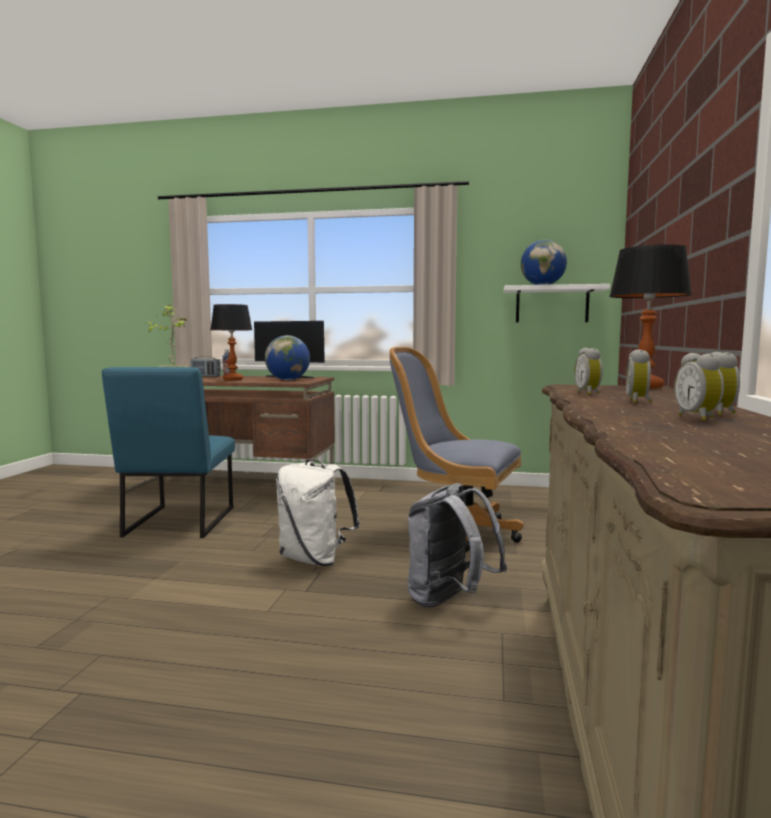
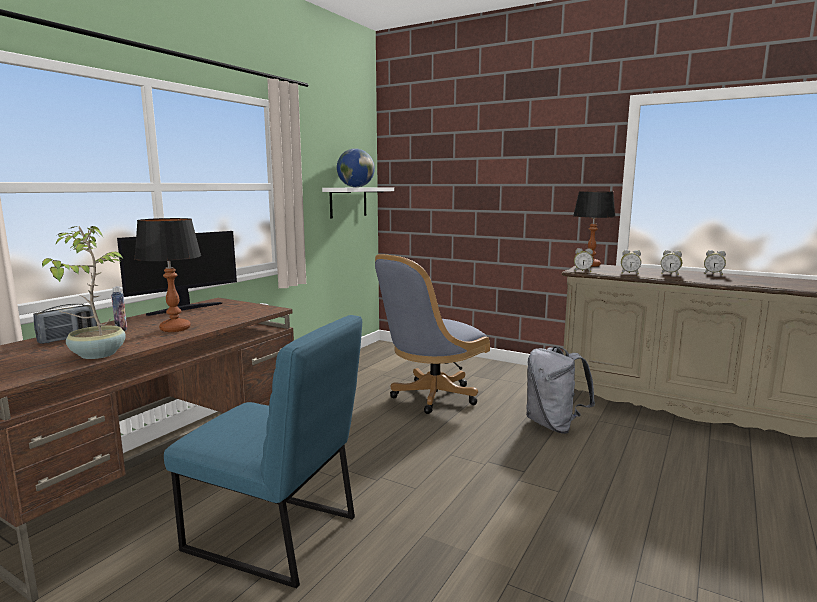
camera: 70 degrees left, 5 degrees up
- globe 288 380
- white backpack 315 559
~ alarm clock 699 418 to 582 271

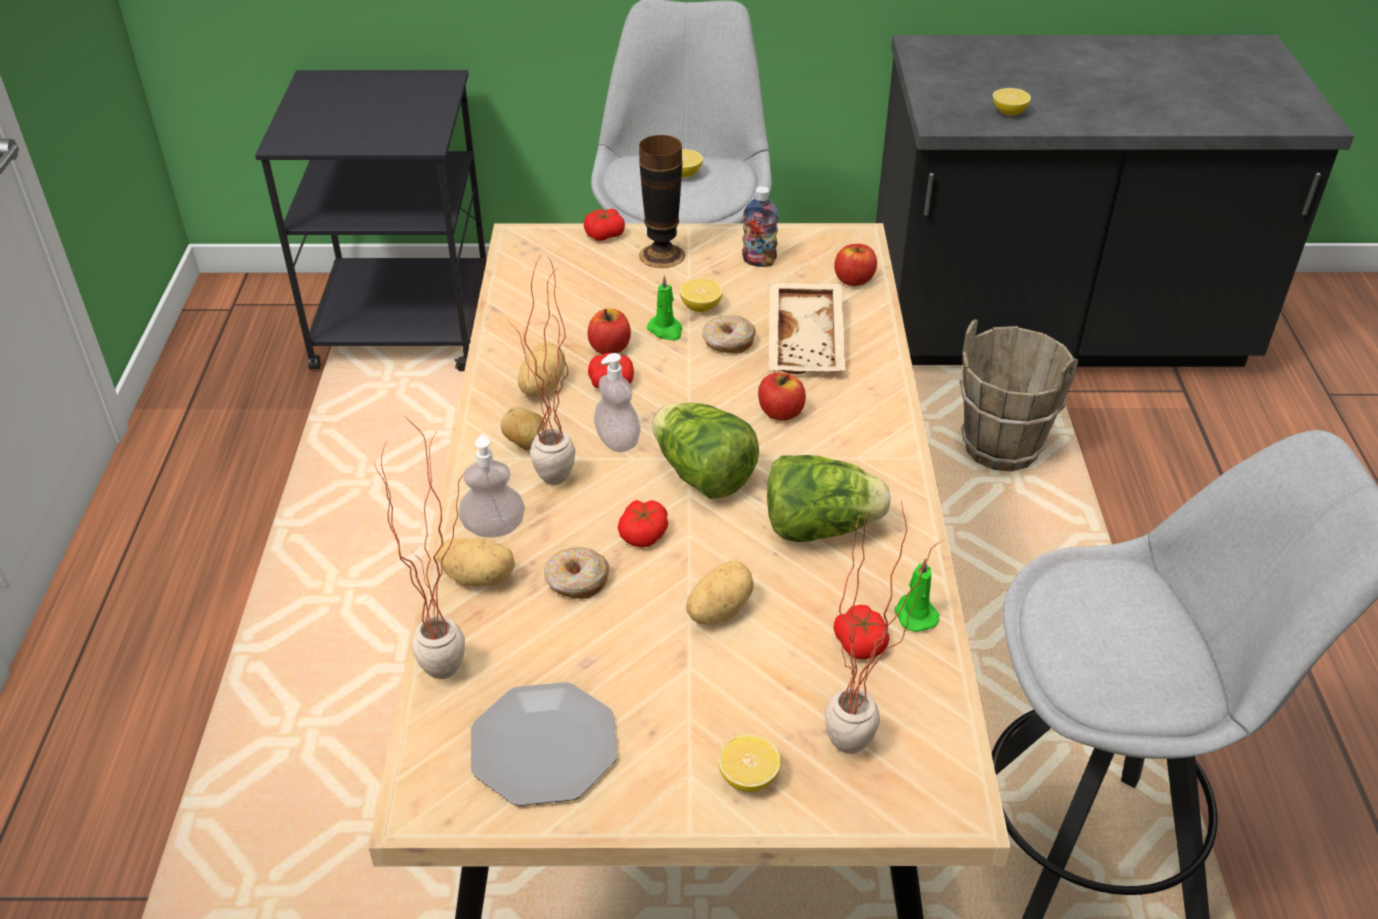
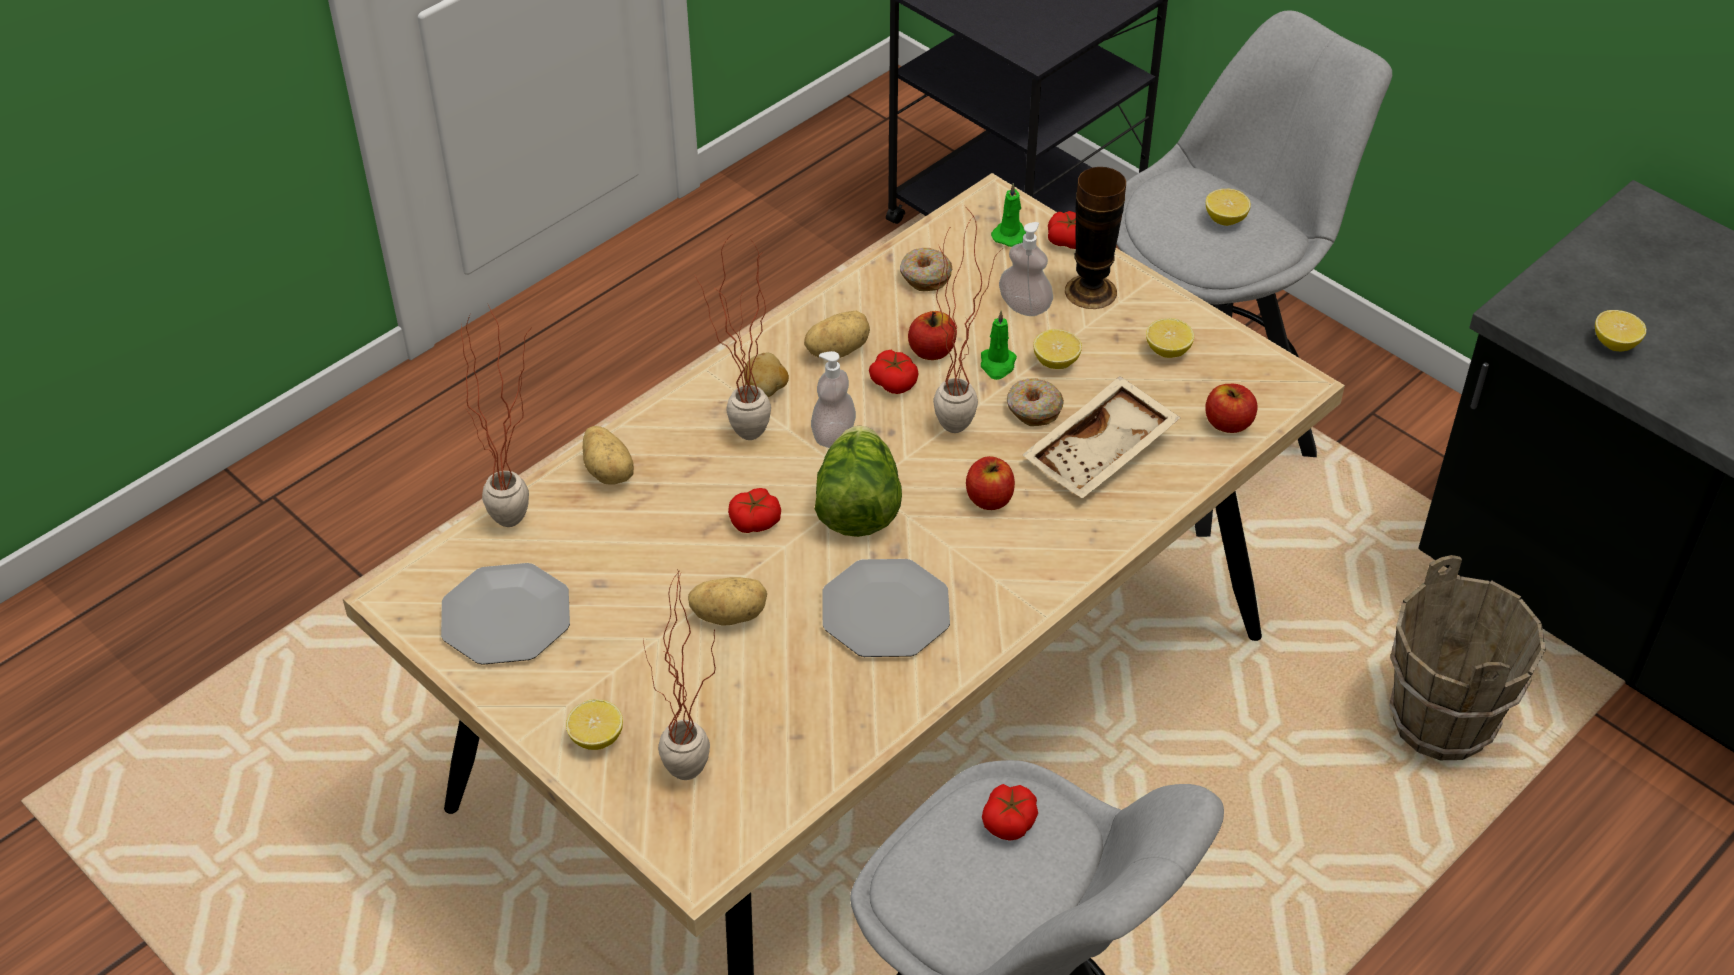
camera: 45 degrees right, 5 degrees up
~ soap dispenser 494 528 to 1024 306
~ donut 576 581 to 925 276
~ bottle 759 261 to lemon 1167 351
~ lettuce 819 527 to plate 885 610
~ tomato 860 642 to 1009 821
~ green candle 914 614 to 1010 234
+ potted plant 962 419

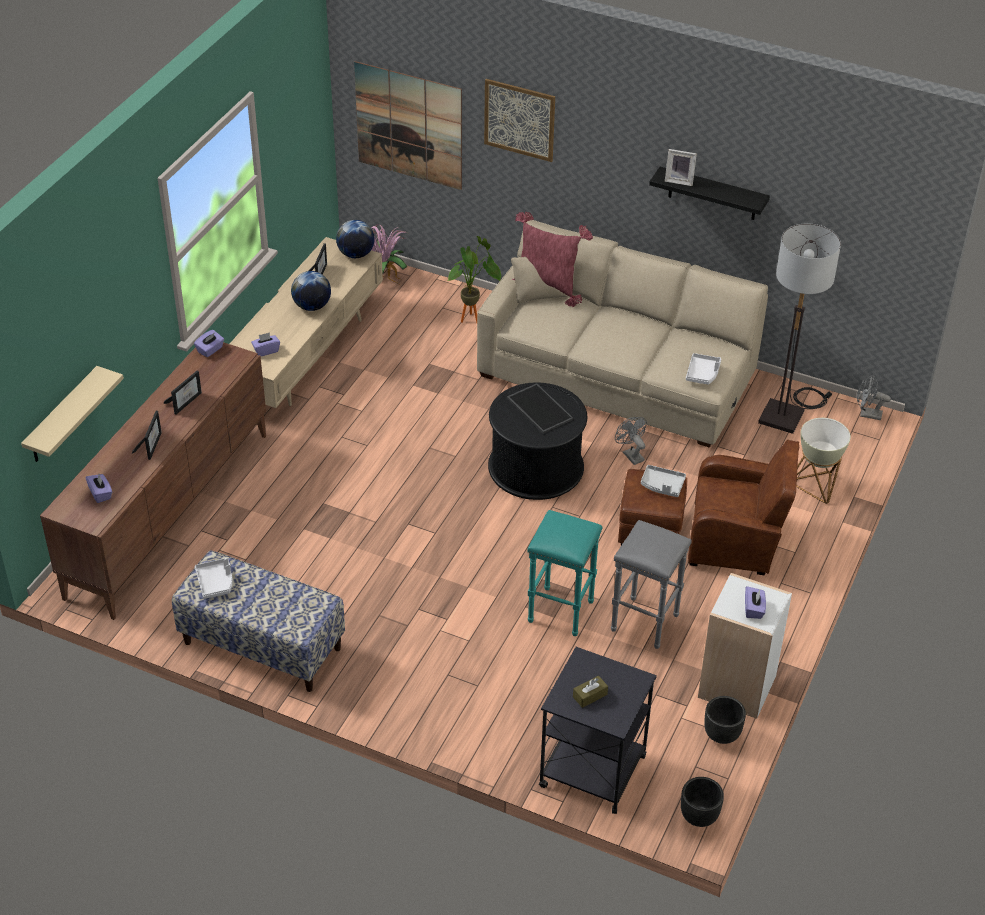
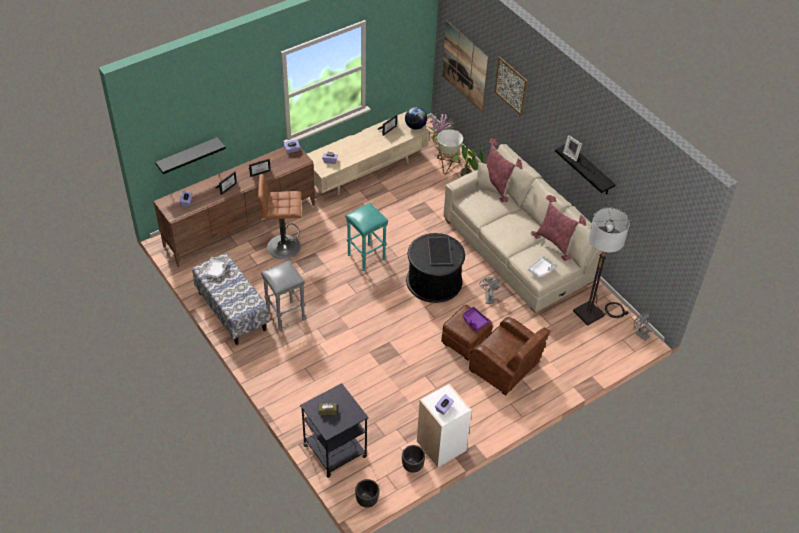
camera: 30 degrees right, 5 degrees up
~ beige shelf 62 416 to black shelf 187 156
- globe 312 306
~ turquoise stool 560 610 to 366 256
~ grey stool 643 622 to 284 315
~ grey tray 662 485 to purple tray 474 321
~ planter 815 485 to 448 165
+ brown stool 283 246
+ red pillow 555 245

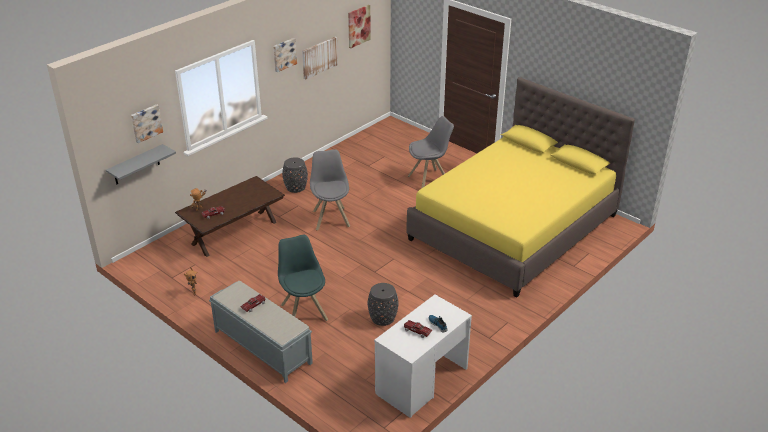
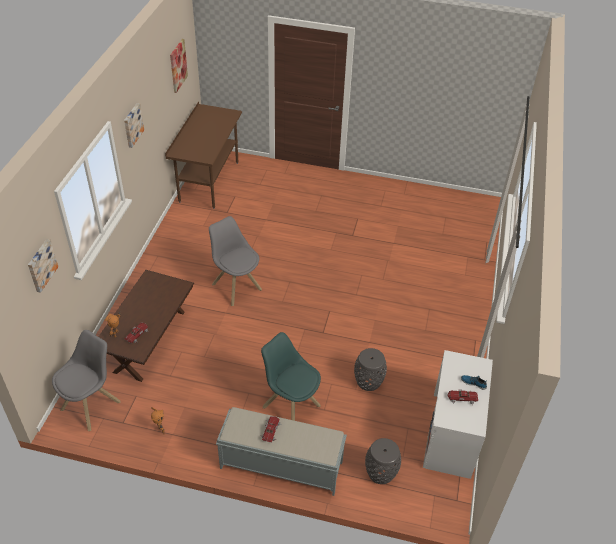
camera: 30 degrees left, 10 degrees up
- grey shelf 136 165
~ grey stool 296 187 to 380 472
- picture 319 57
- yellow bed 514 227
~ grey chair 429 180 to 91 406
+ brown desk 209 182

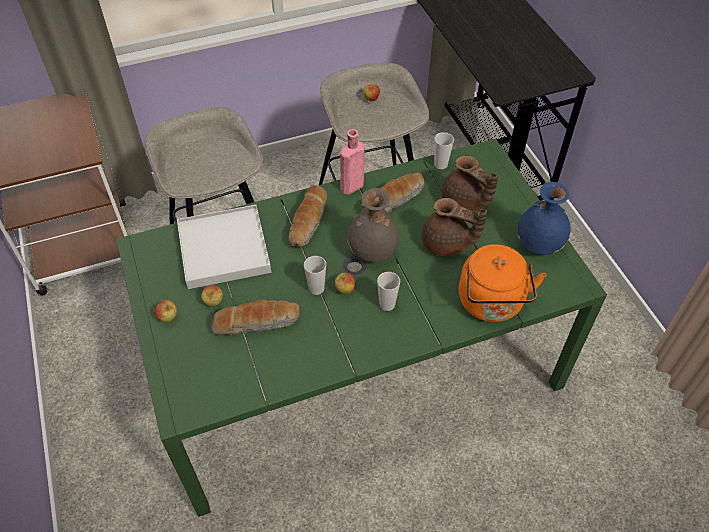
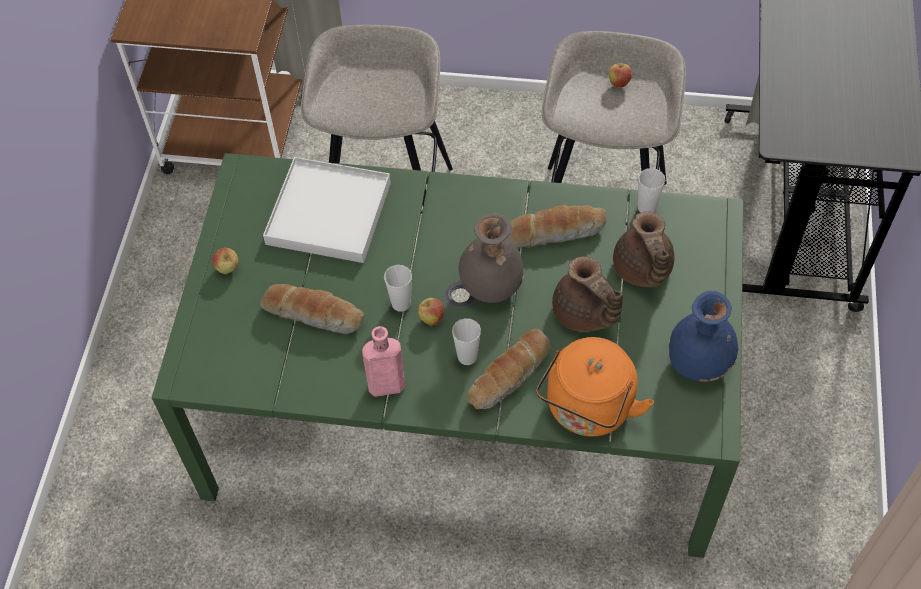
camera: 30 degrees right, 5 degrees up
- apple 213 302
~ bread 309 222 to 510 377
~ pink bottle 350 187 to 383 386

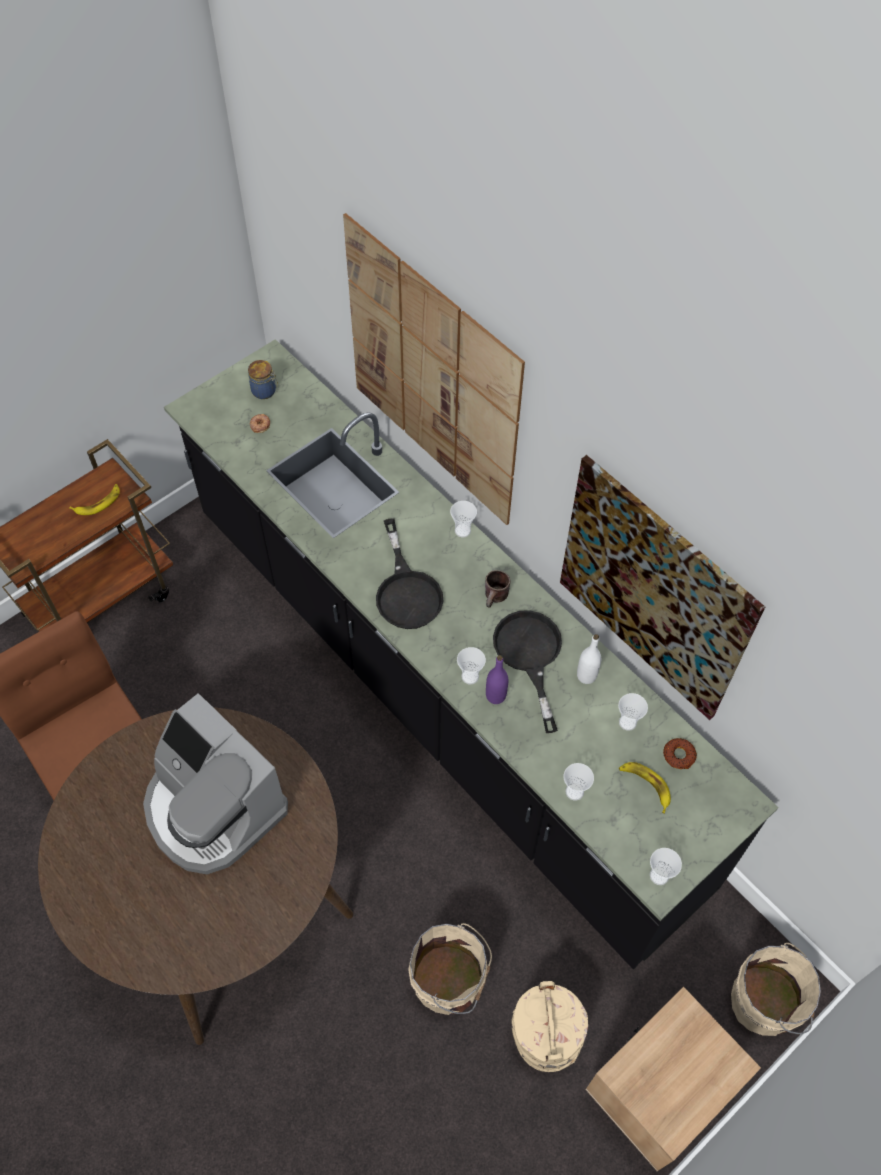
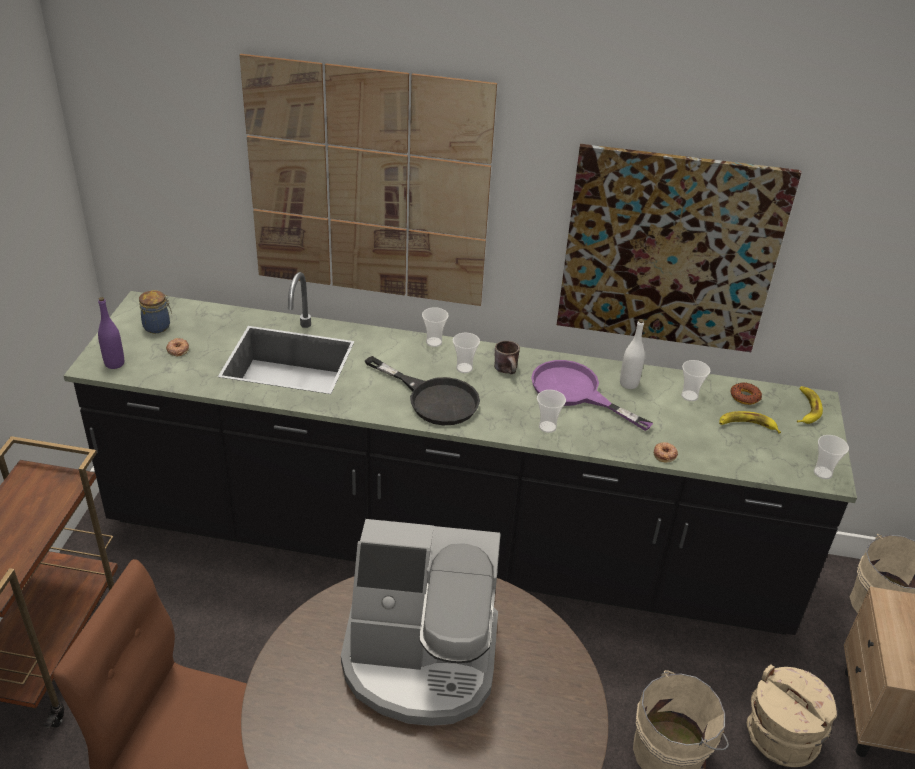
camera: 40 degrees left, 20 degrees down
~ banana 98 502 to 806 408
~ purple bottle 495 696 to 114 363
~ black frying pan 529 656 to purple frying pan 575 392
~ cup 574 791 to 464 368
+ donut 665 454

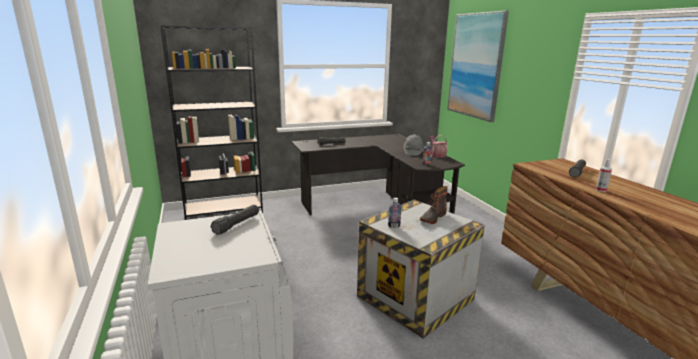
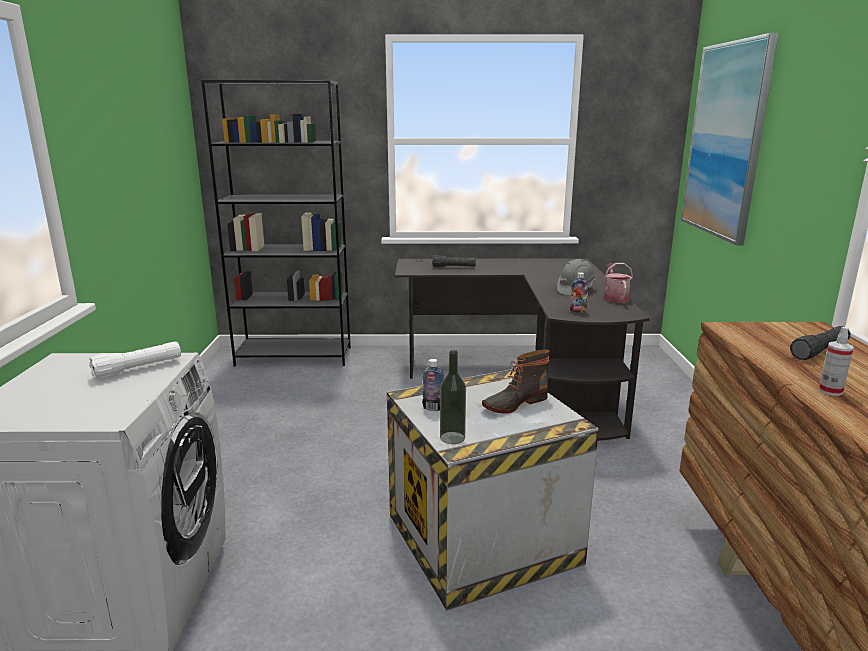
camera: 20 degrees right, 0 degrees up
~ beige bookcase 224 211 to black bookcase 295 356
~ black flashlight 237 225 to white flashlight 138 368
+ bottle 452 438

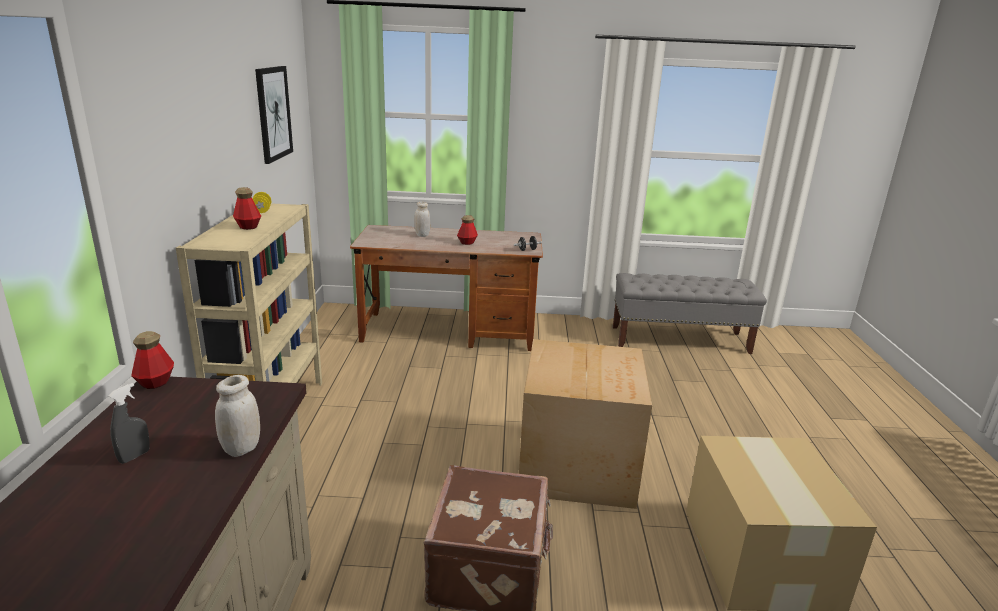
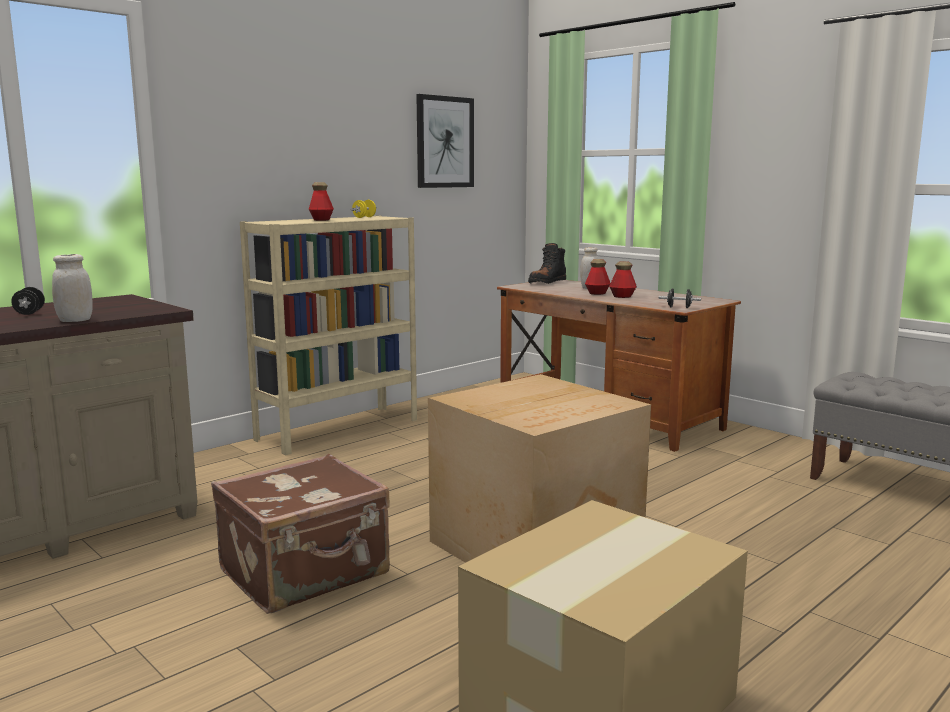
camera: 45 degrees right, 10 degrees down
~ grey spray bottle 134 456 to black dumbbell 29 313
~ bottle 155 382 to 597 293
+ black boot 547 282

